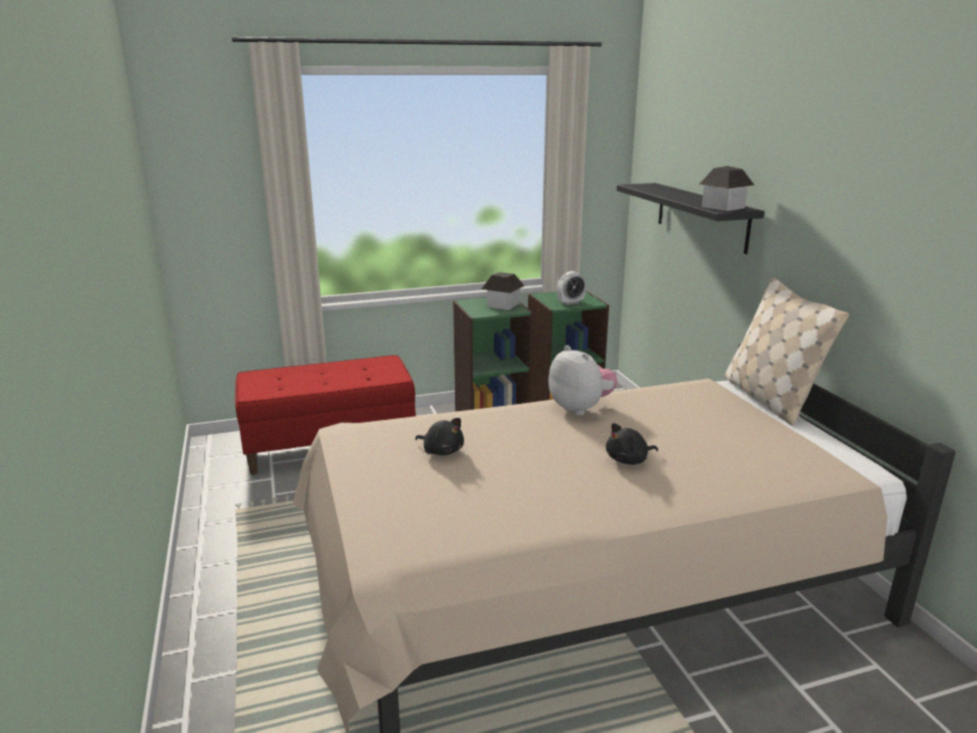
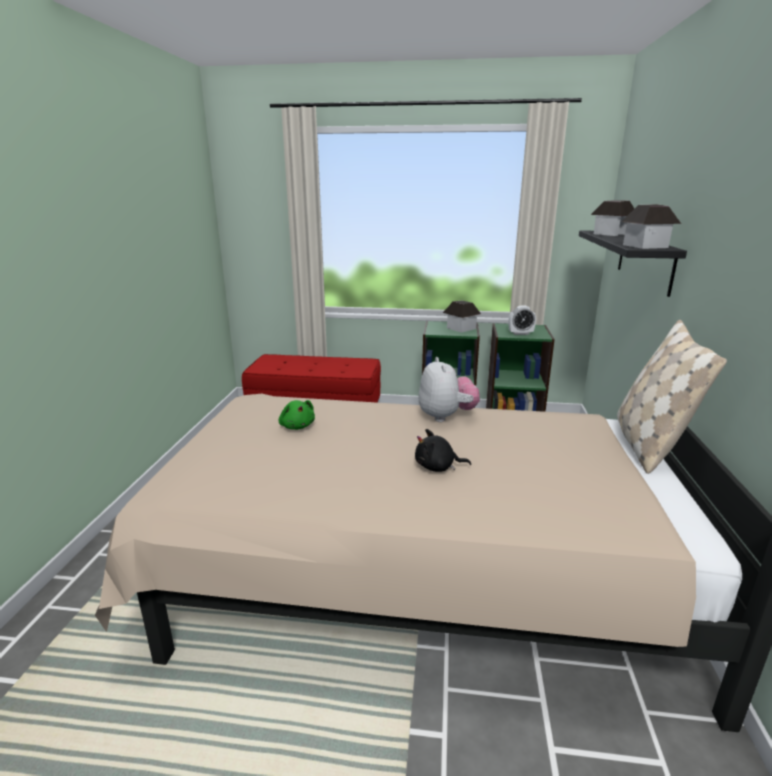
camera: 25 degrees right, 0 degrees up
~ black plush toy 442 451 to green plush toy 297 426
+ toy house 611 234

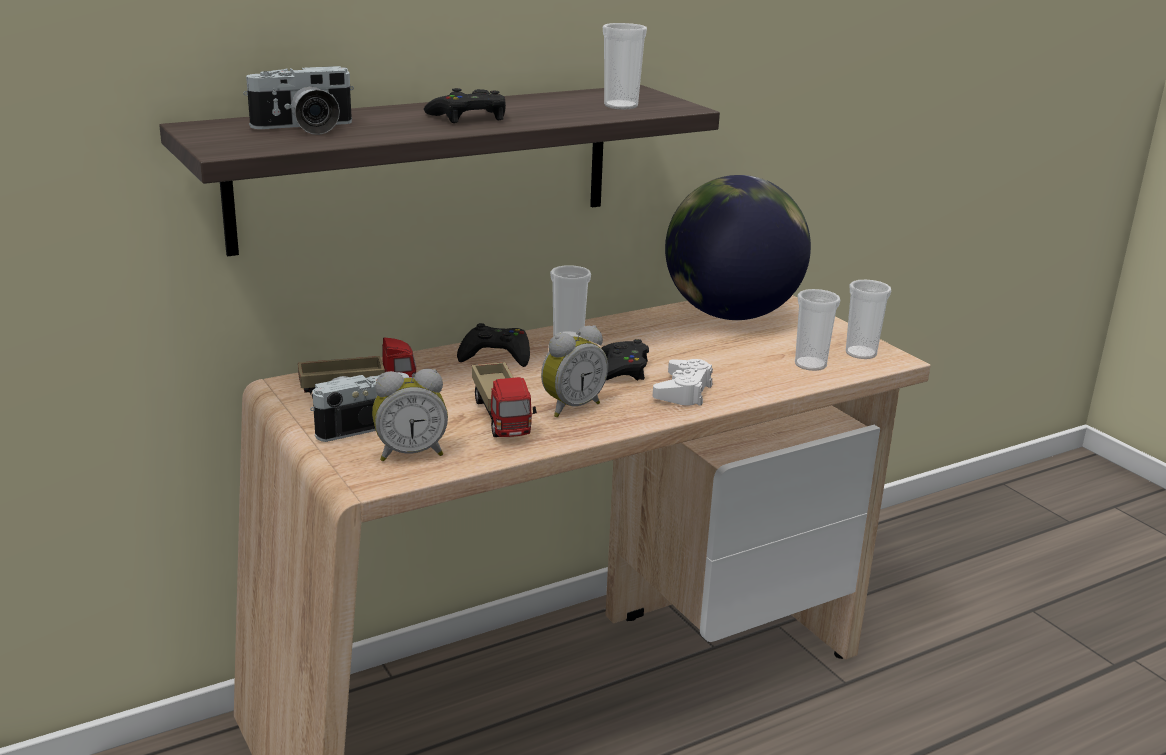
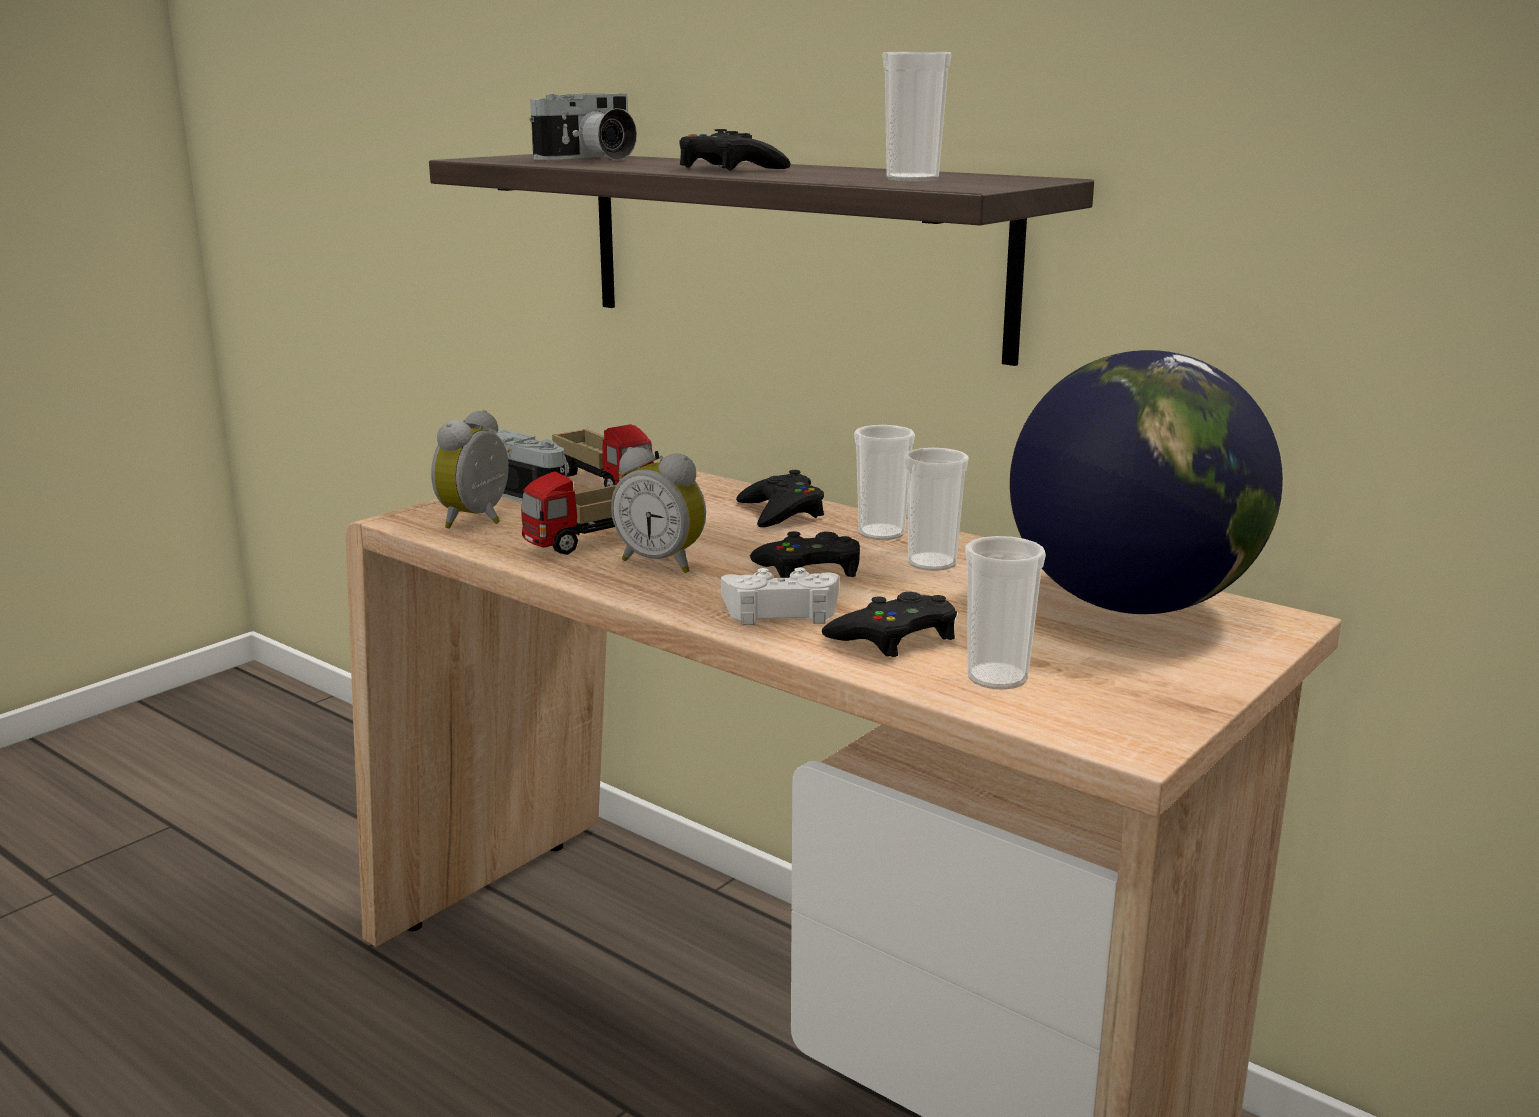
camera: 70 degrees right, 5 degrees down
~ photo camera 304 128 = 591 159 90 degrees counterclockwise
~ alarm clock 410 453 = 479 521 60 degrees clockwise
~ cup 861 353 to 931 563
+ black game controller 895 637

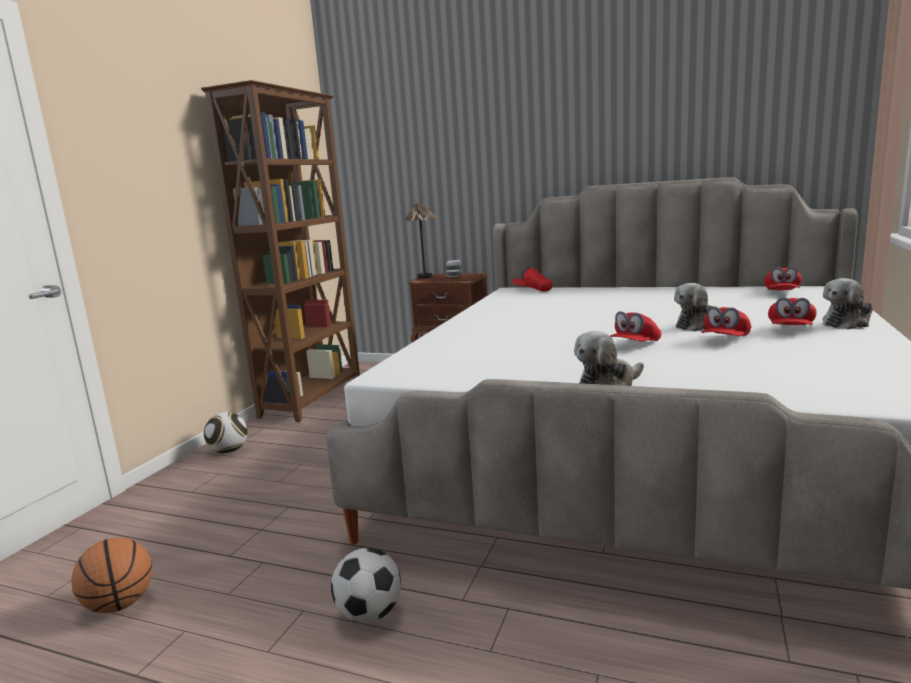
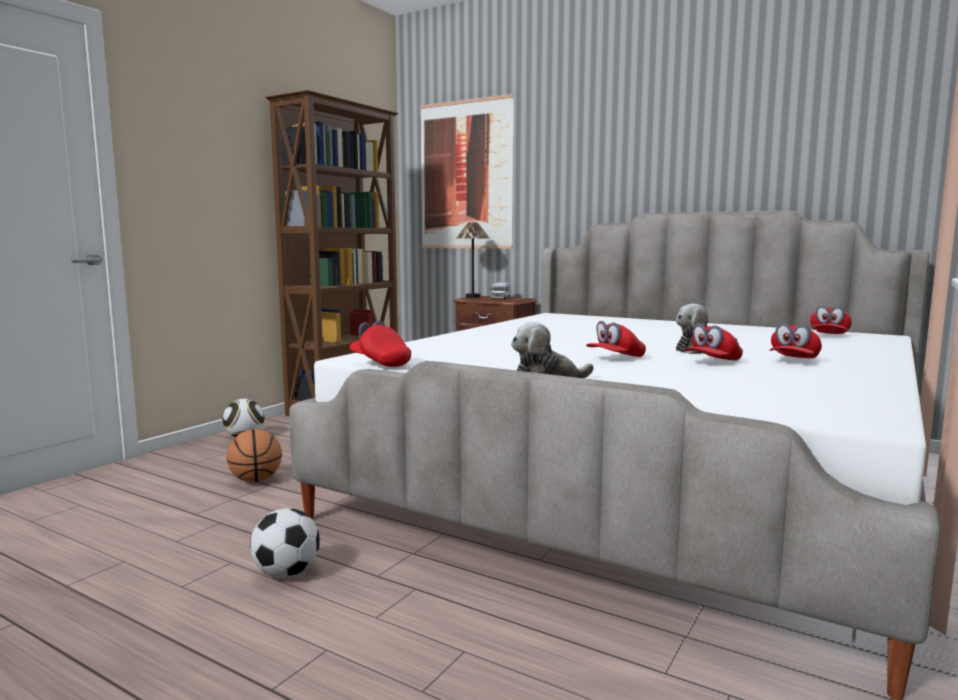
camera: 10 degrees right, 5 degrees down
~ basketball 120 604 to 256 480
~ red cap 532 290 to 380 362
- plush toy 847 323
+ picture 465 175

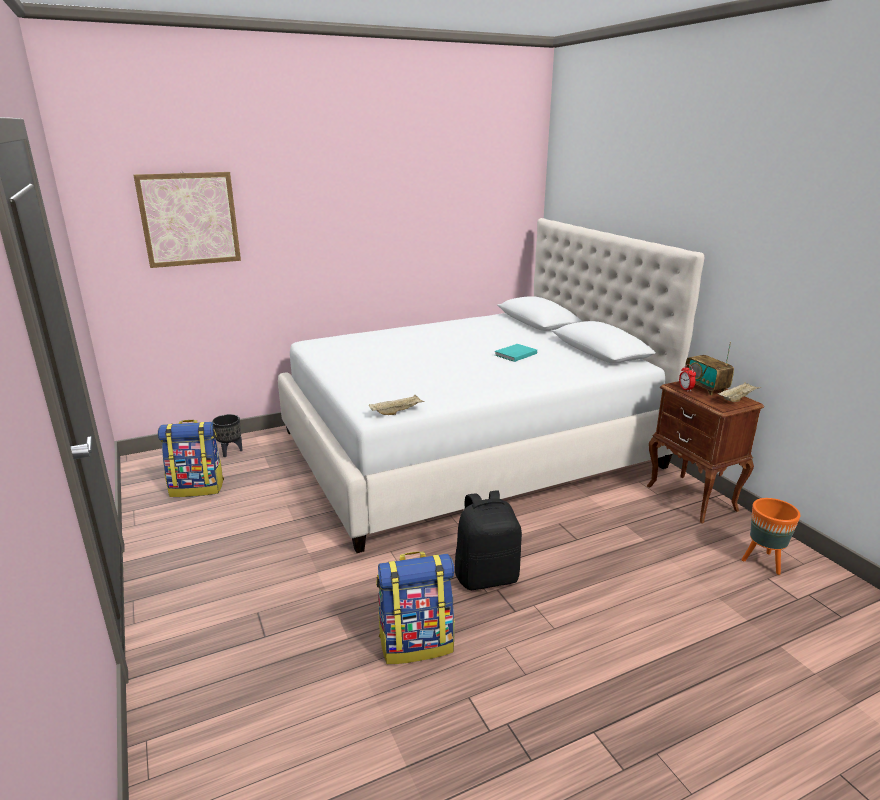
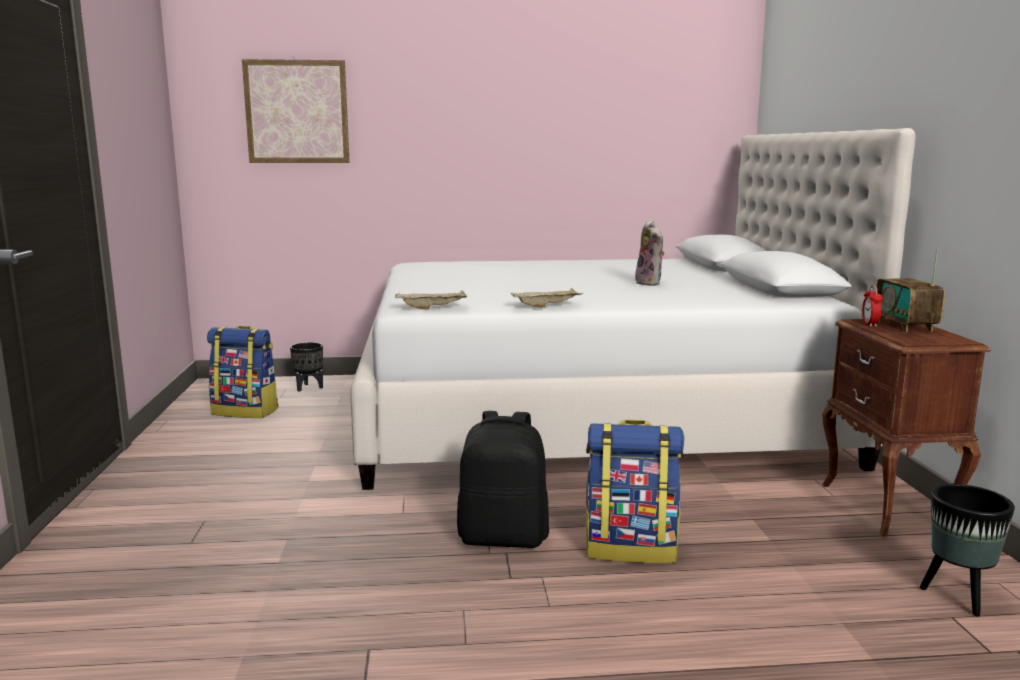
camera: 20 degrees right, 10 degrees down
~ backpack 417 643 to 631 548
~ turquoise book 514 354 to plush toy 650 283
~ beige tray 737 399 to 546 306
~ orange planter 763 563 to black planter 957 597

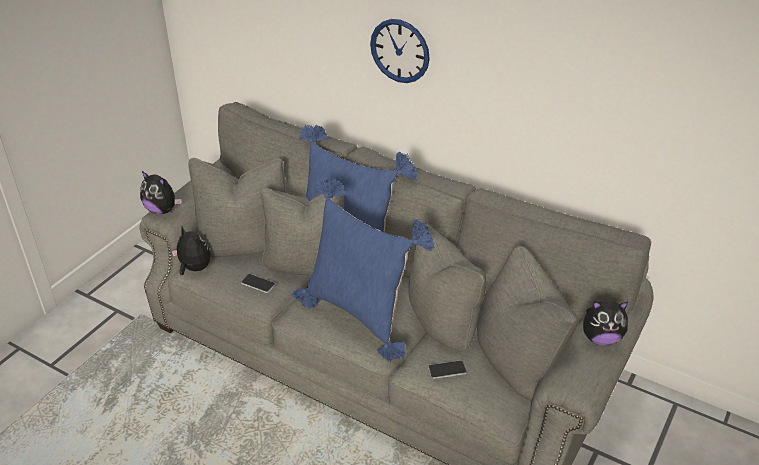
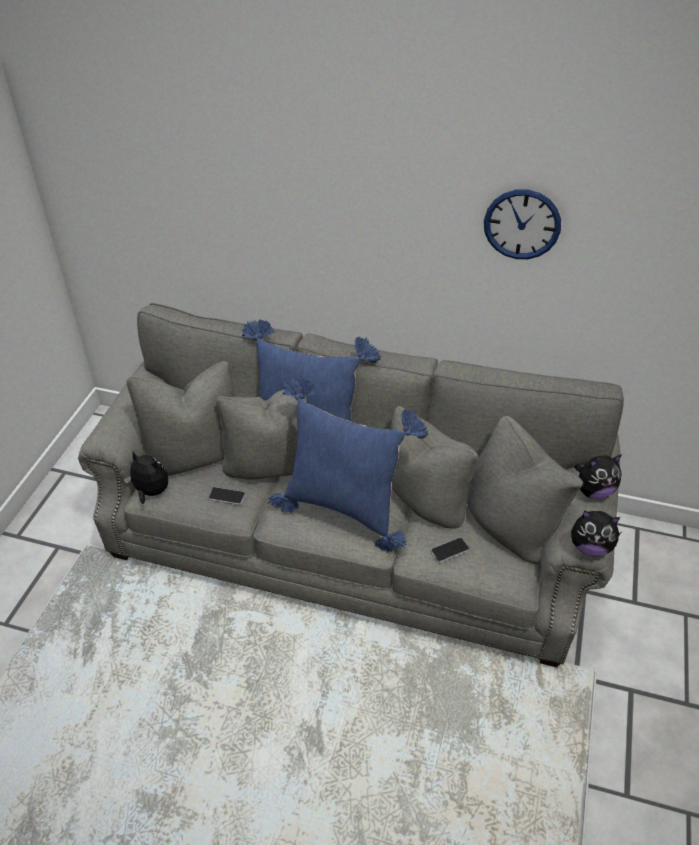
camera: 15 degrees left, 5 degrees up
~ plush toy 162 210 to 590 547
~ wall clock 400 51 to 522 224

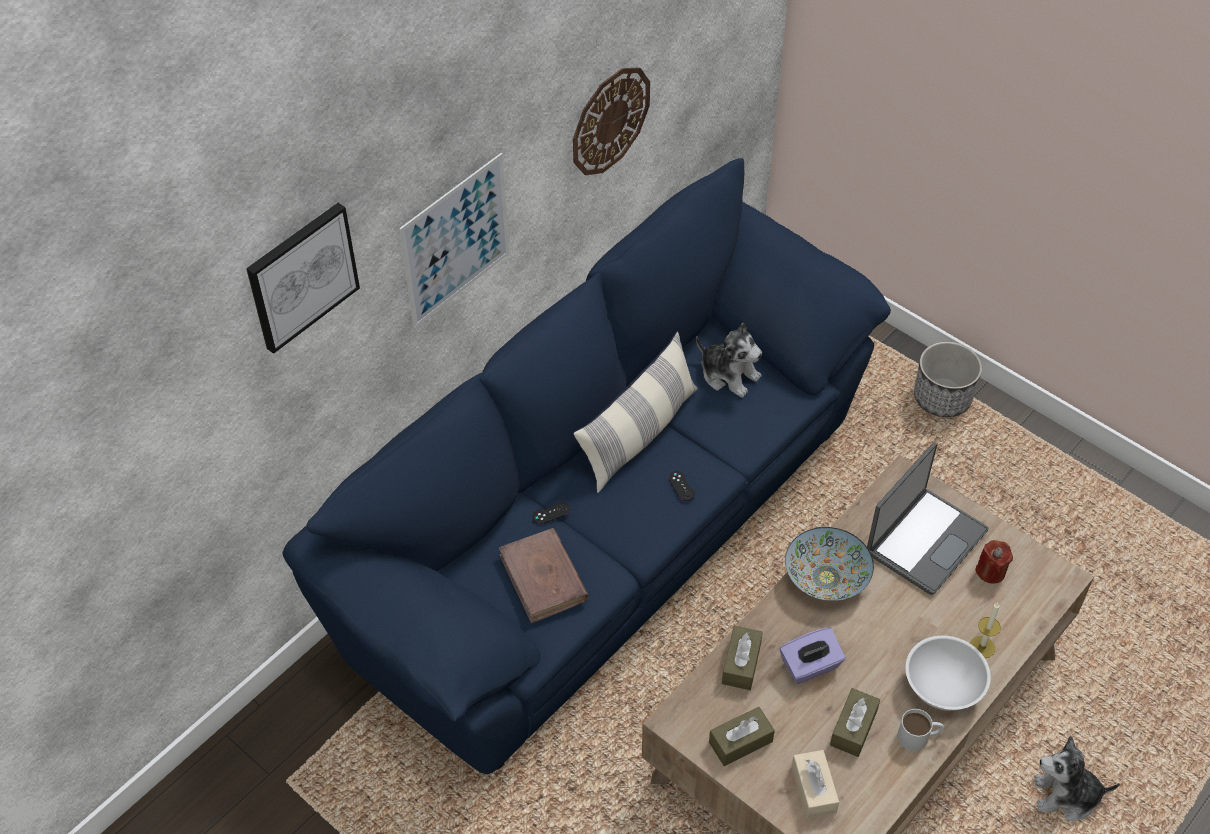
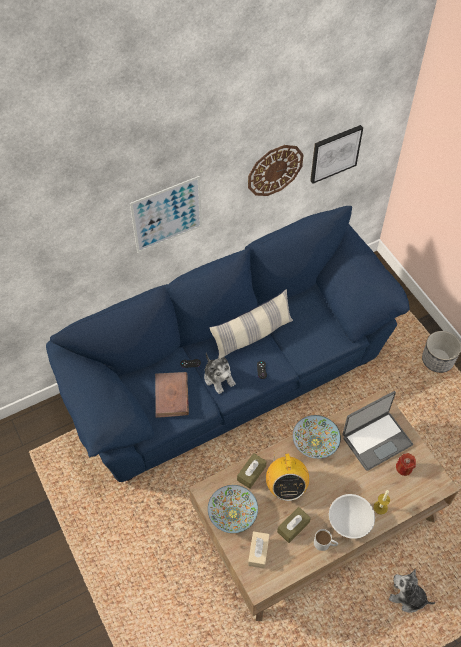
camera: 20 degrees right, 5 degrees up
~ picture 302 276 to 335 153
~ plush toy 729 375 to 219 378
~ brown tissue box 740 742 to bowl 233 514
~ purple tissue box 810 666 to radio 286 487

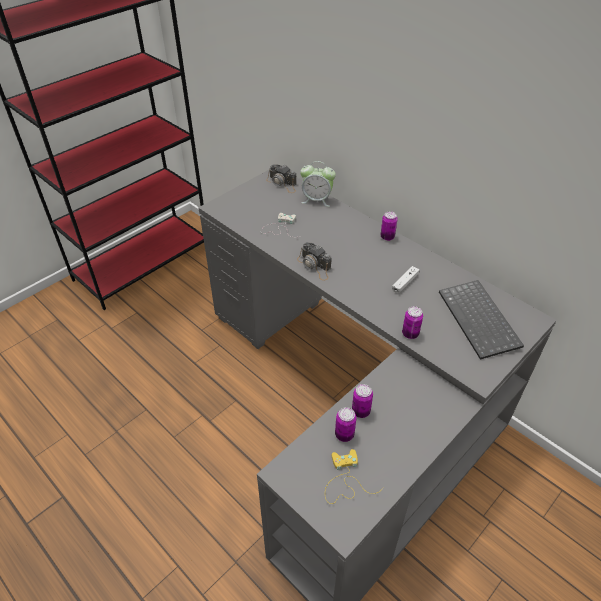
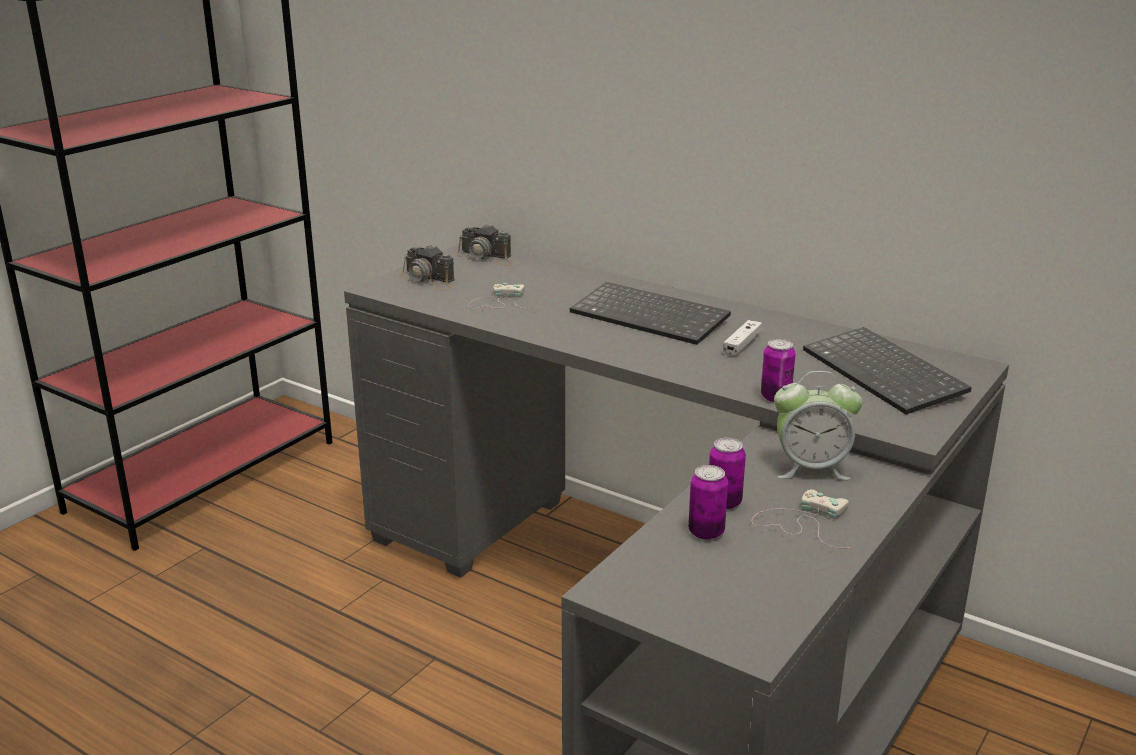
camera: 10 degrees left, 20 degrees down
~ photo camera 315 266 to 428 280
~ alarm clock 317 200 to 811 469
- yellow game controller 345 480
- can 387 237
+ keyboard 652 316
+ white game controller 803 522

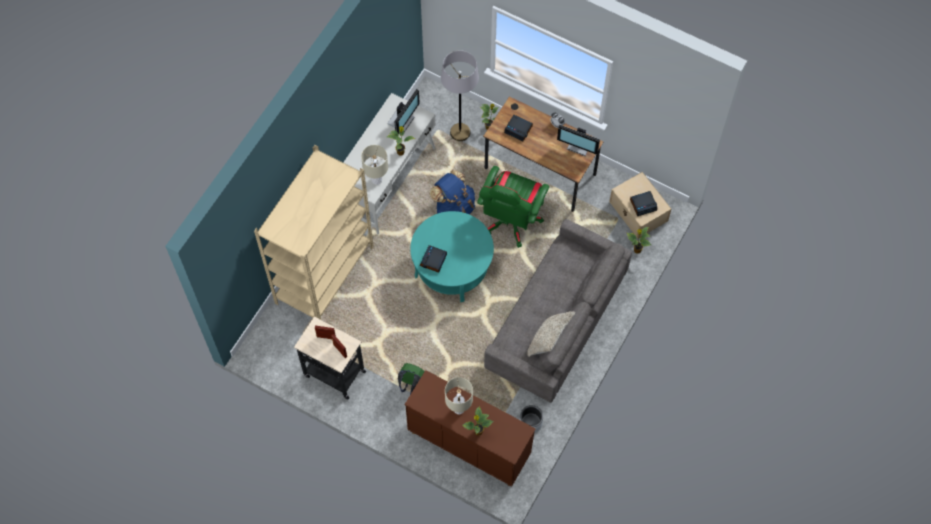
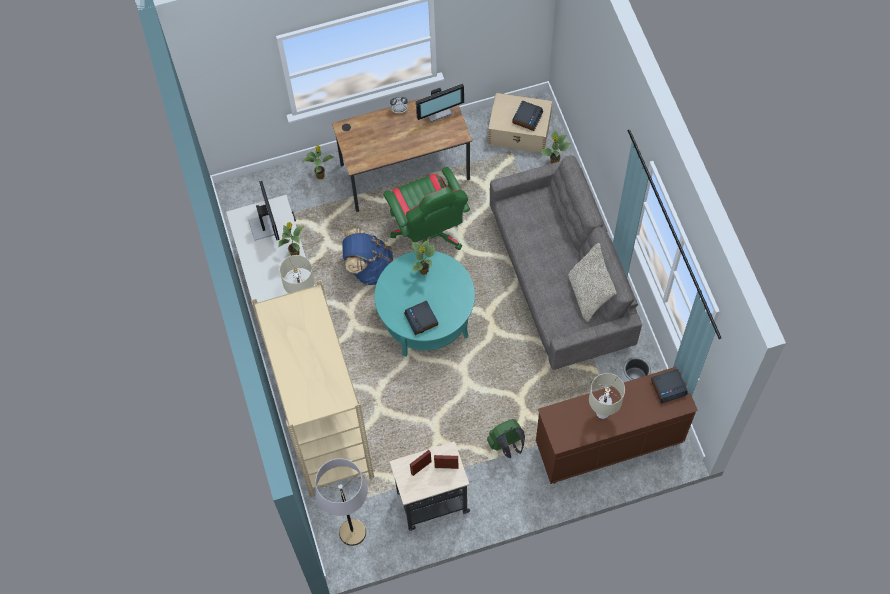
camera: 45 degrees left, 0 degrees up
~ grey floor lamp 460 132 to 352 532
~ potted plant 478 432 to 424 271
~ alarm clock 518 129 to 669 387

